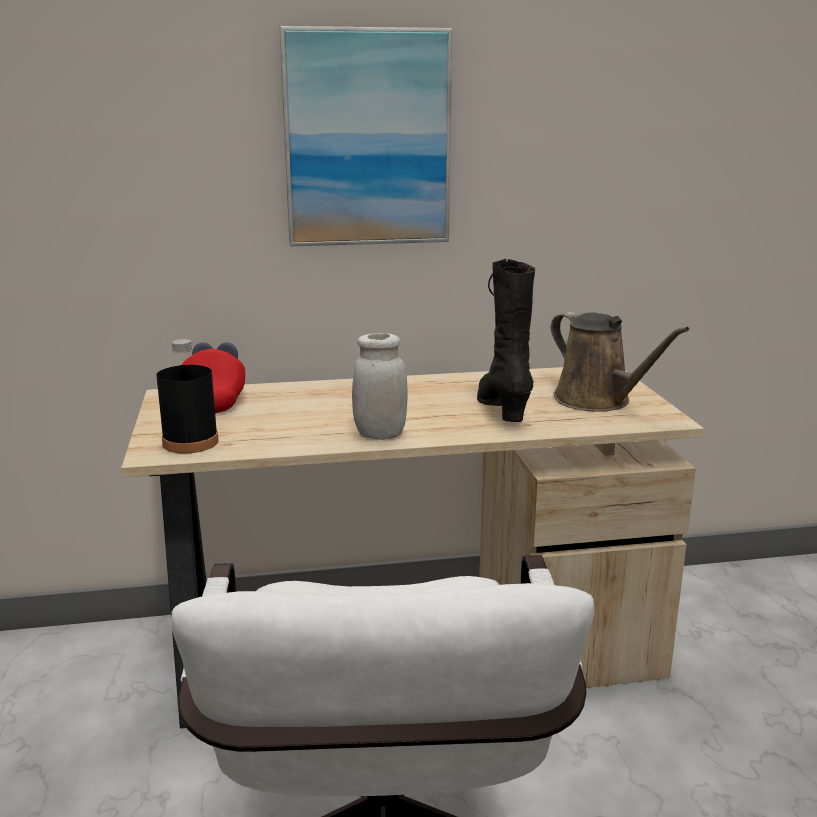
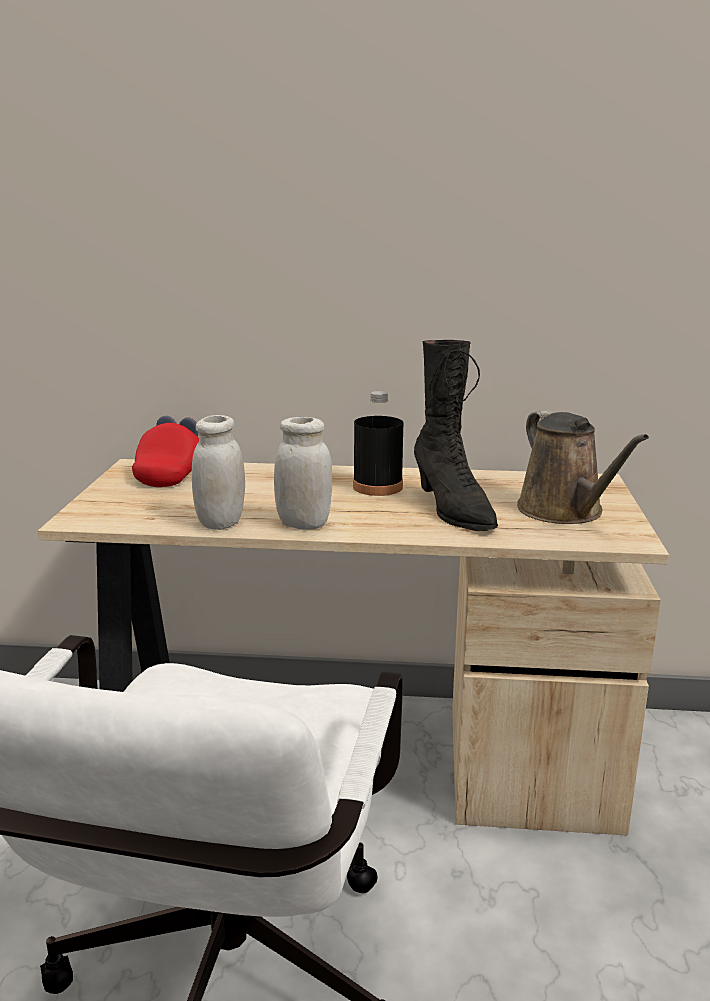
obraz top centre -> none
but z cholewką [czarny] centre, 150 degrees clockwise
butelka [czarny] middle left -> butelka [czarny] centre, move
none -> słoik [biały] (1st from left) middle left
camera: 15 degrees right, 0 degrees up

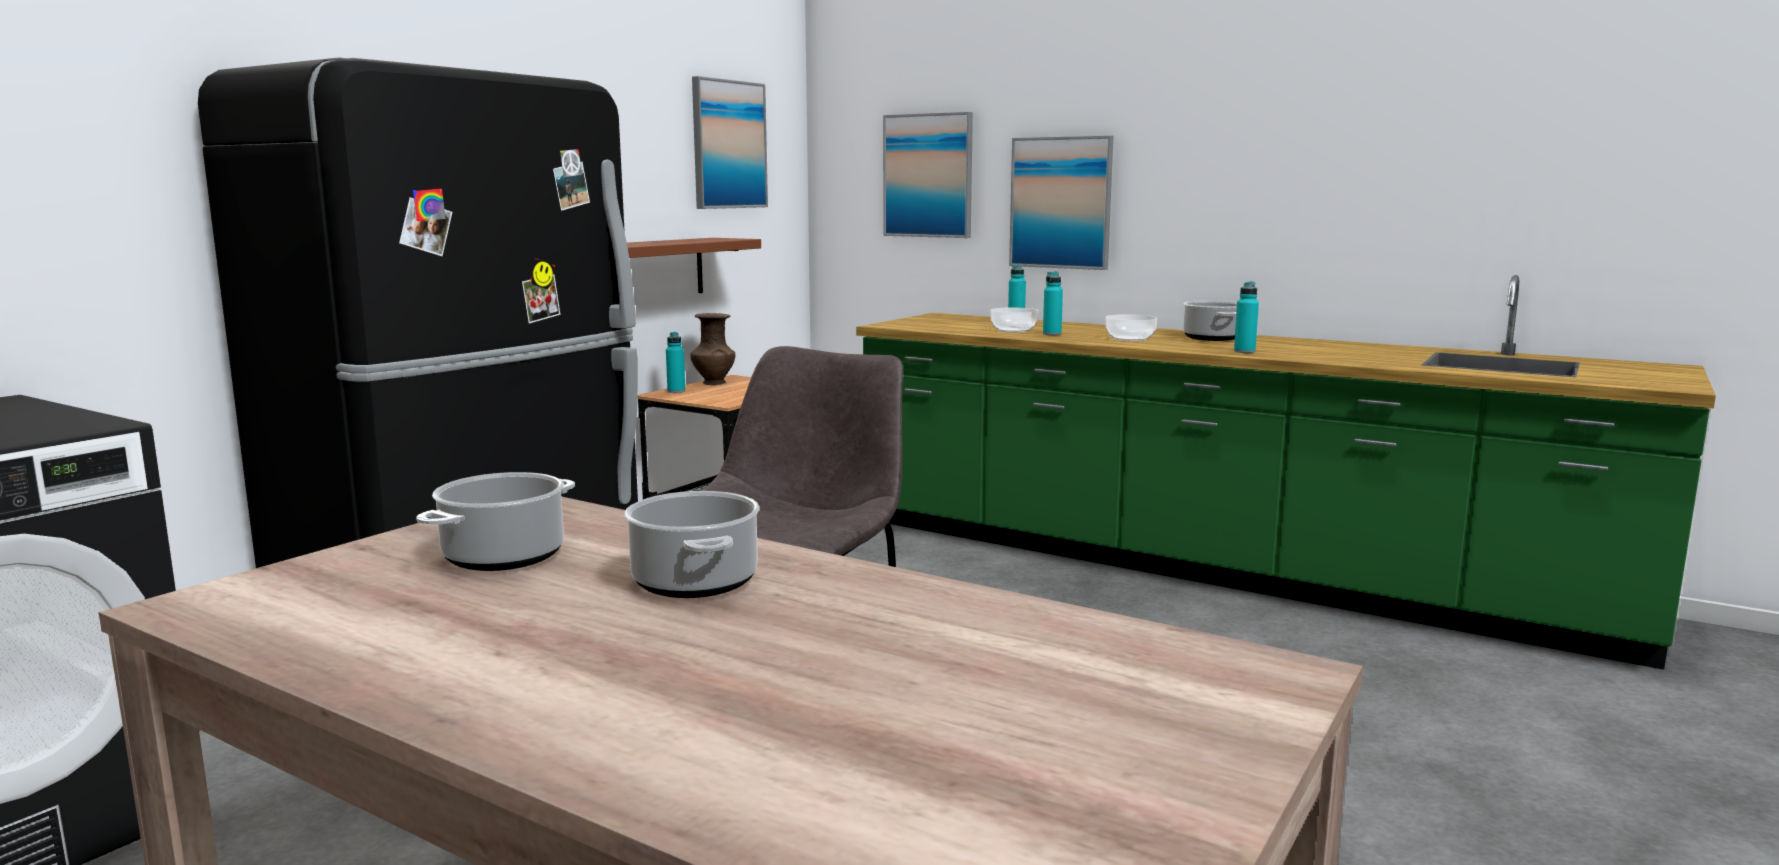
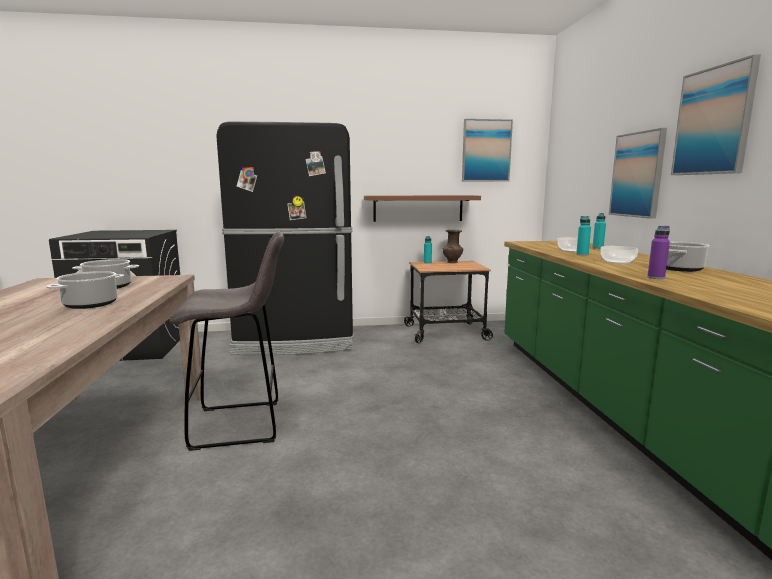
obraz (2nd from left in the first image) top centre -> obraz (3rd from left) top right, move
butelka [turkusowy] (4th from left) middle right -> butelka [fioletowy] middle right
camera: 50 degrees right, 0 degrees up

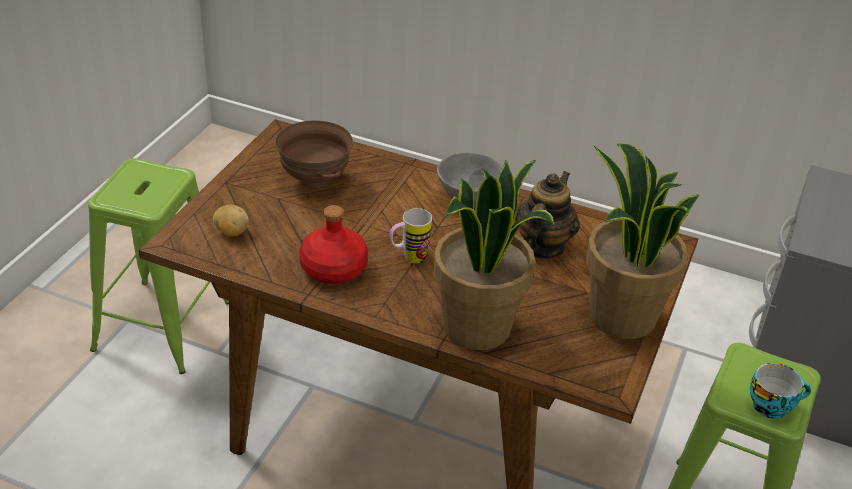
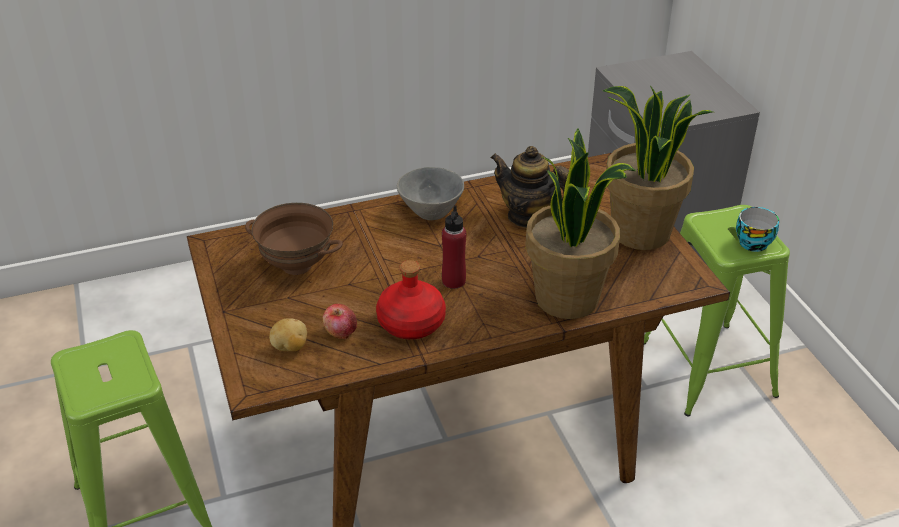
imbryk centre, 45 degrees counterclockwise
kubek centre -> butelka [czerwony] (2nd from left) centre
none -> jabłko centre
camera: 40 degrees left, 0 degrees up

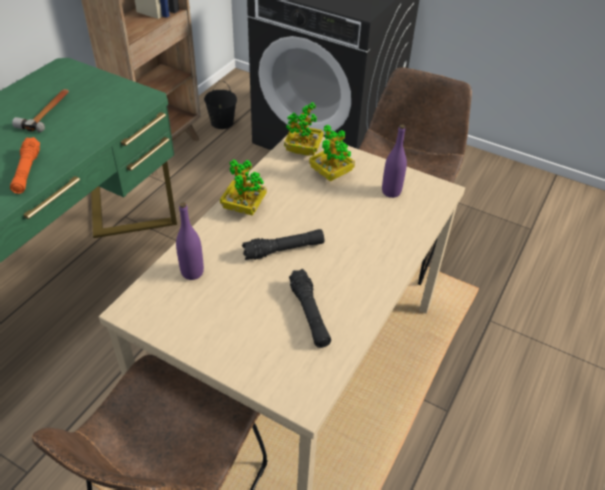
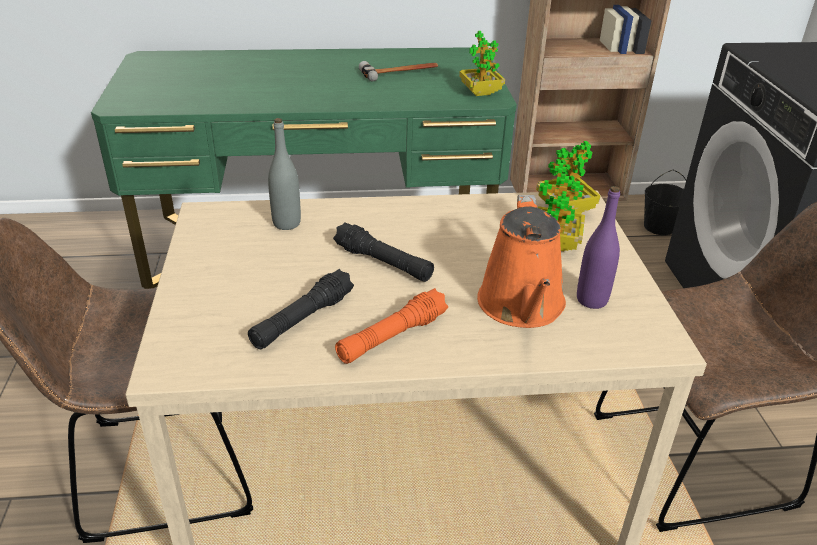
latarka [pomarańczowy] middle left -> latarka [pomarańczowy] centre, move
roślina doniczkowa (1st from left) centre -> roślina doniczkowa (1st from left) top centre, move
butelka [fioletowy] (1st from left) middle left -> butelka [szary] top centre
none -> konewka [pomarańczowy] centre
camera: 55 degrees right, 10 degrees down

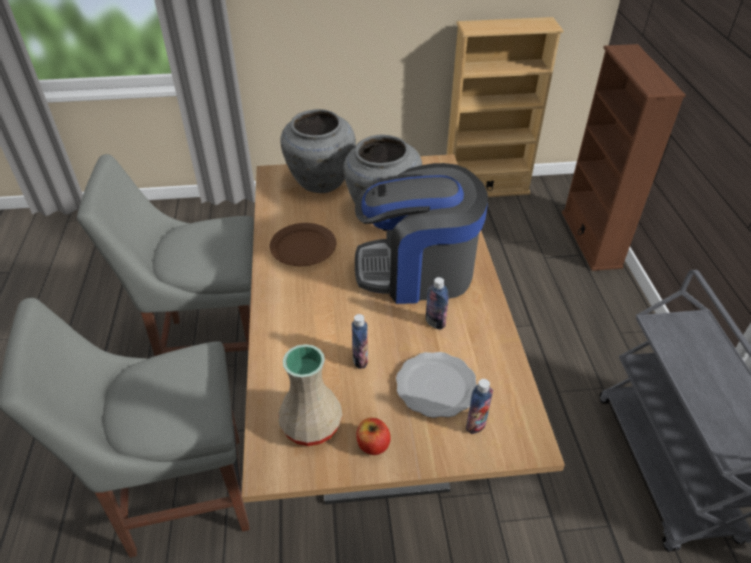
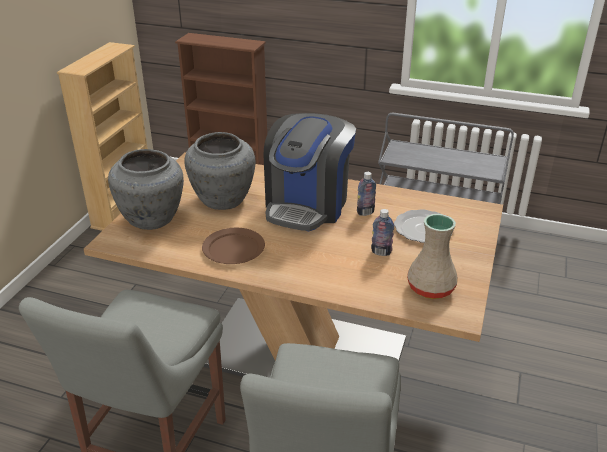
butelka (3rd from left) bottom centre -> none
jabłko bottom centre -> none
camera: 65 degrees left, 10 degrees down

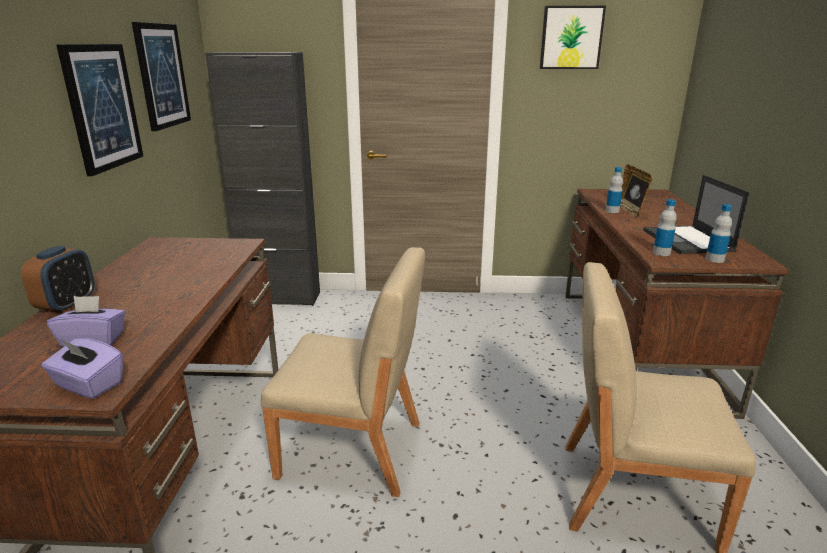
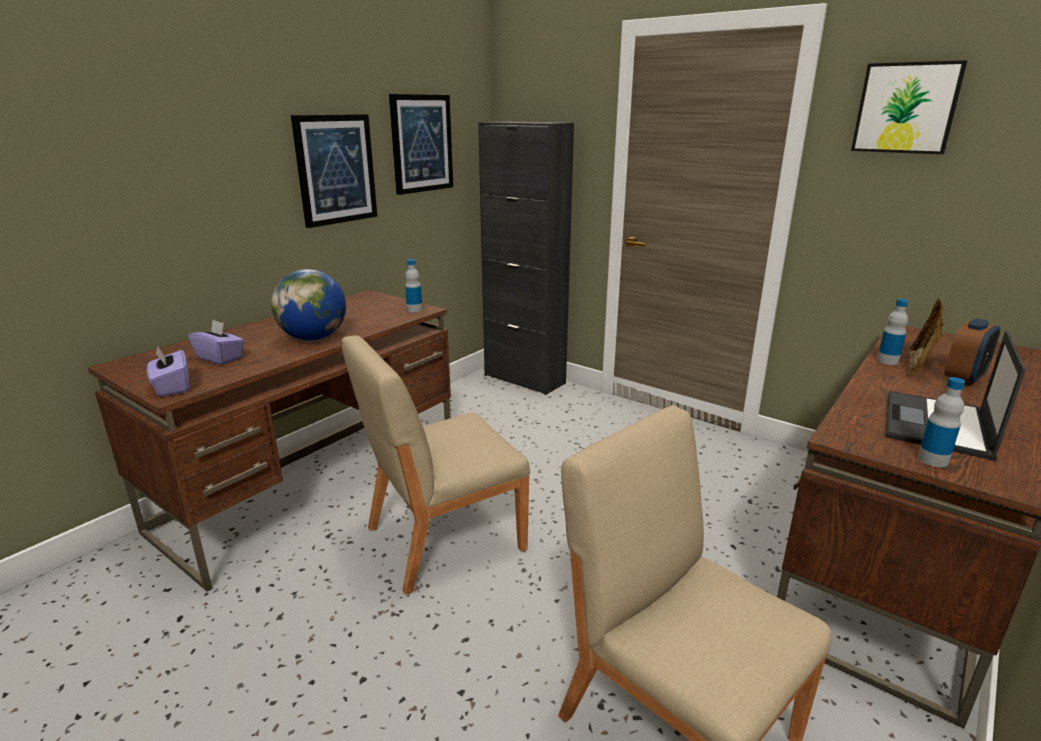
butelka (2nd from left in the first image) middle right -> butelka (1st from left) centre, move
budzik middle left -> budzik middle right, move
krzesło [beżowy] (1st from left) bottom centre -> krzesło [beżowy] (1st from left) centre, 105 degrees clockwise
none -> globus middle left
camera: 35 degrees right, 0 degrees up

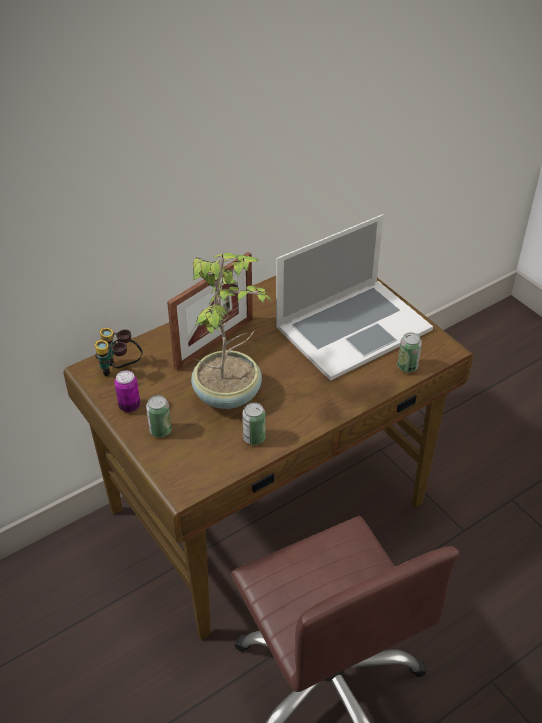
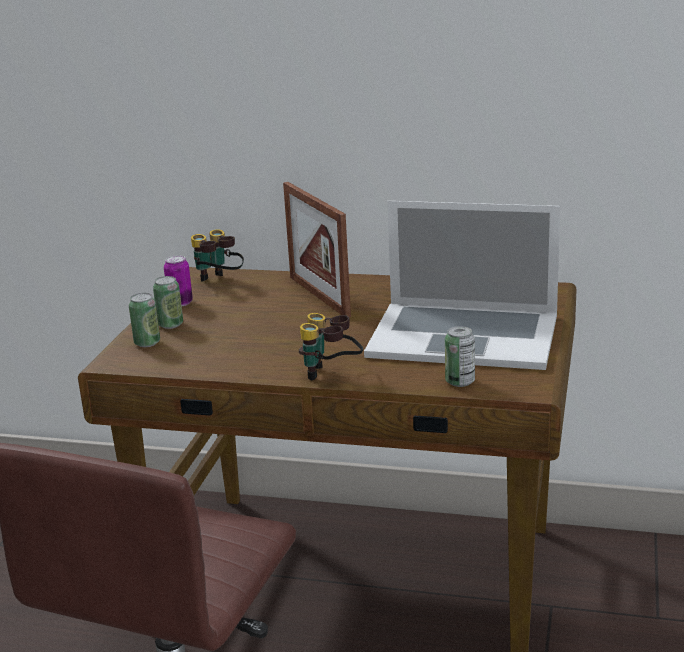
ramka na zdjęcie centre, 60 degrees clockwise
roślina doniczkowa centre -> none
puszka (3rd from left in the first image) centre -> puszka (1st from left) middle left, move
none -> lornetka (2nd from left) centre
camera: 50 degrees right, 20 degrees down

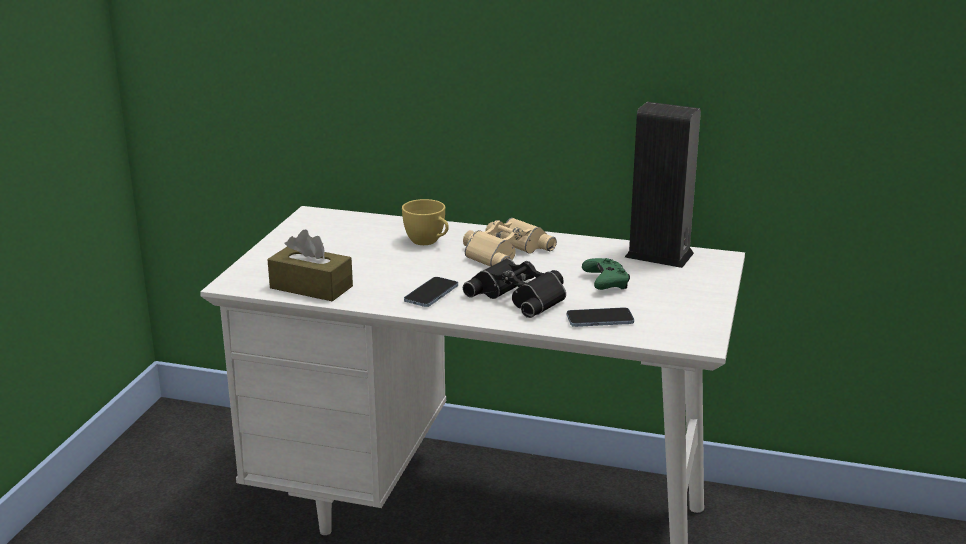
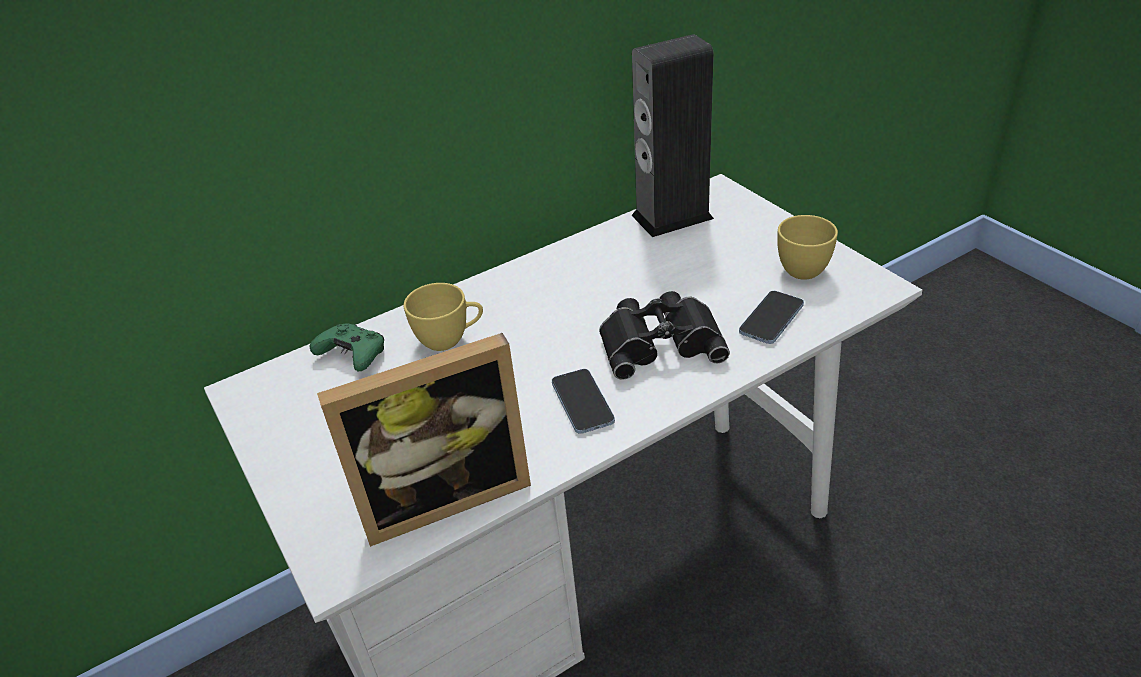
lornetka [beżowy] centre -> none
pudełko chusteczek [brązowy] middle left -> ramka na zdjęcie centre
pad do gier [zielony] centre -> pad do gier [zielony] middle left, move
none -> filiżanka [żółty] (2nd from left) middle right
camera: 45 degrees left, 15 degrees up

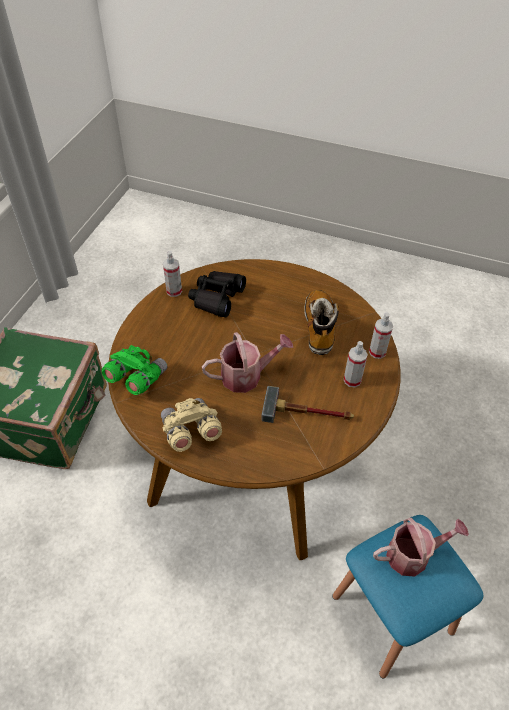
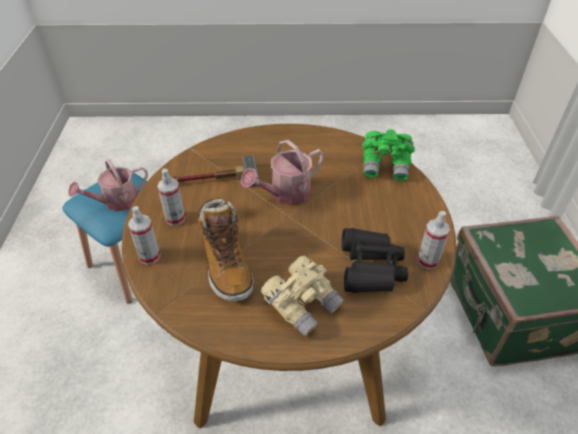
lornetka [beżowy] centre -> lornetka [beżowy] bottom centre, move
camera: 160 degrees right, 5 degrees down

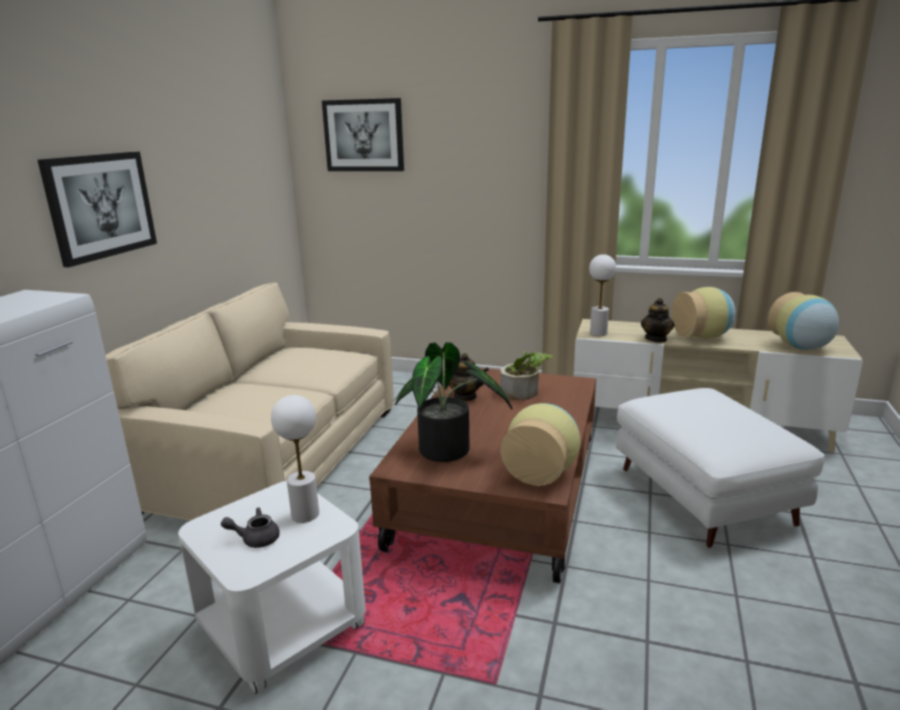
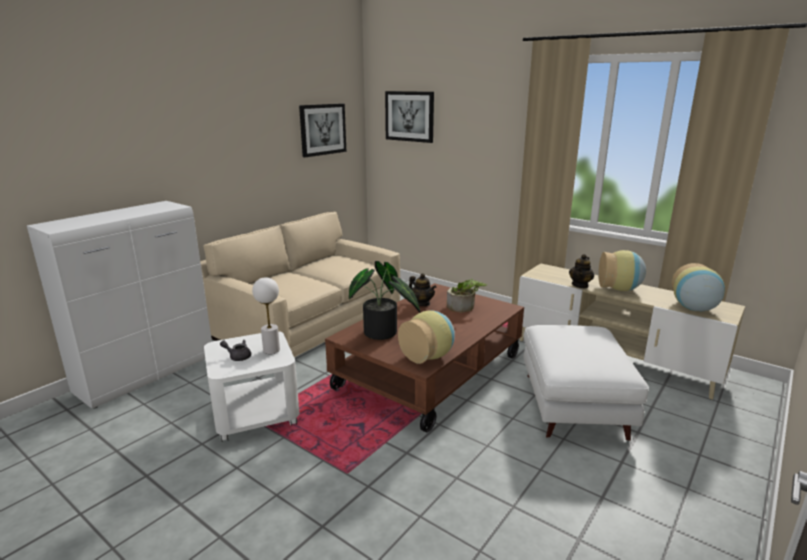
obraz (1st from left) top left -> obraz (1st from left) top centre, move
lampa stołowa [biały] (2nd from left) middle right -> none
camera: 20 degrees right, 0 degrees up

